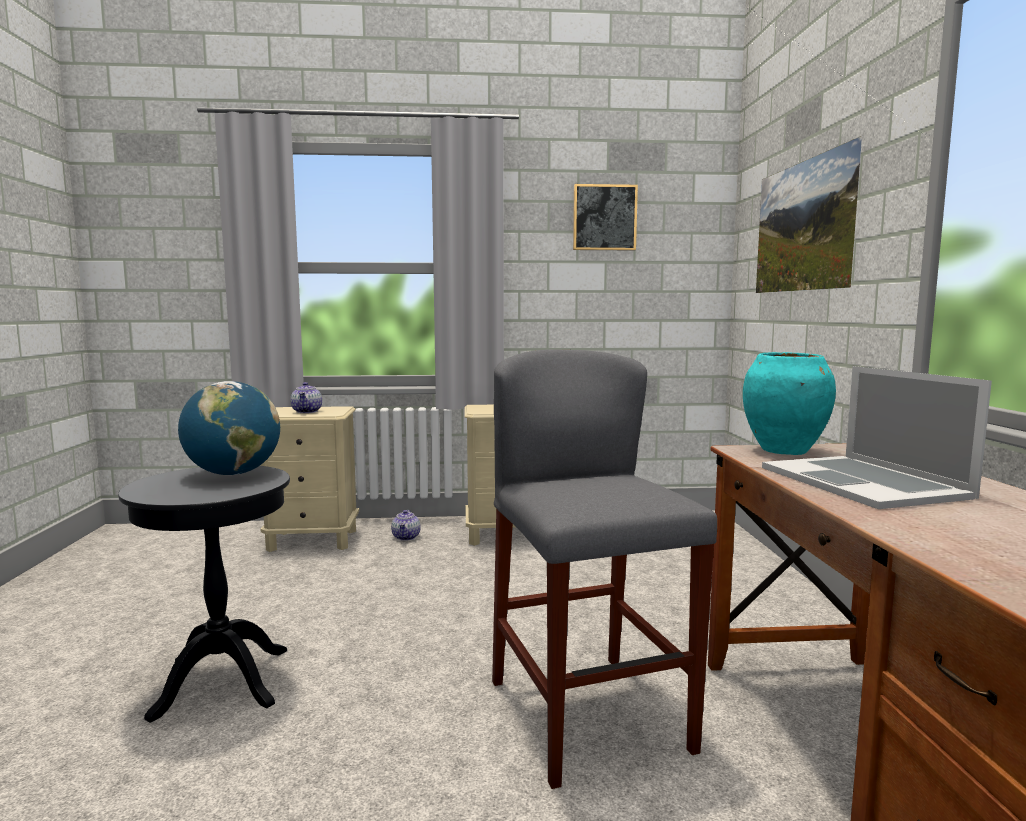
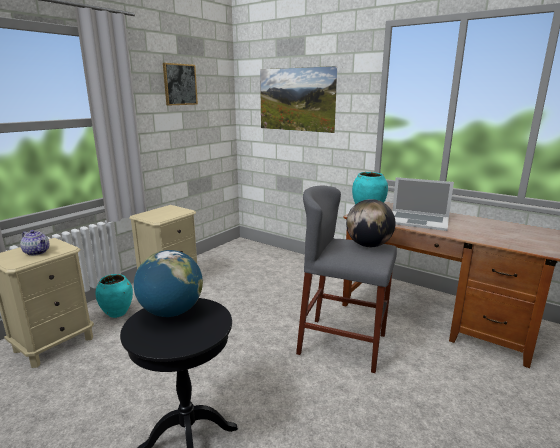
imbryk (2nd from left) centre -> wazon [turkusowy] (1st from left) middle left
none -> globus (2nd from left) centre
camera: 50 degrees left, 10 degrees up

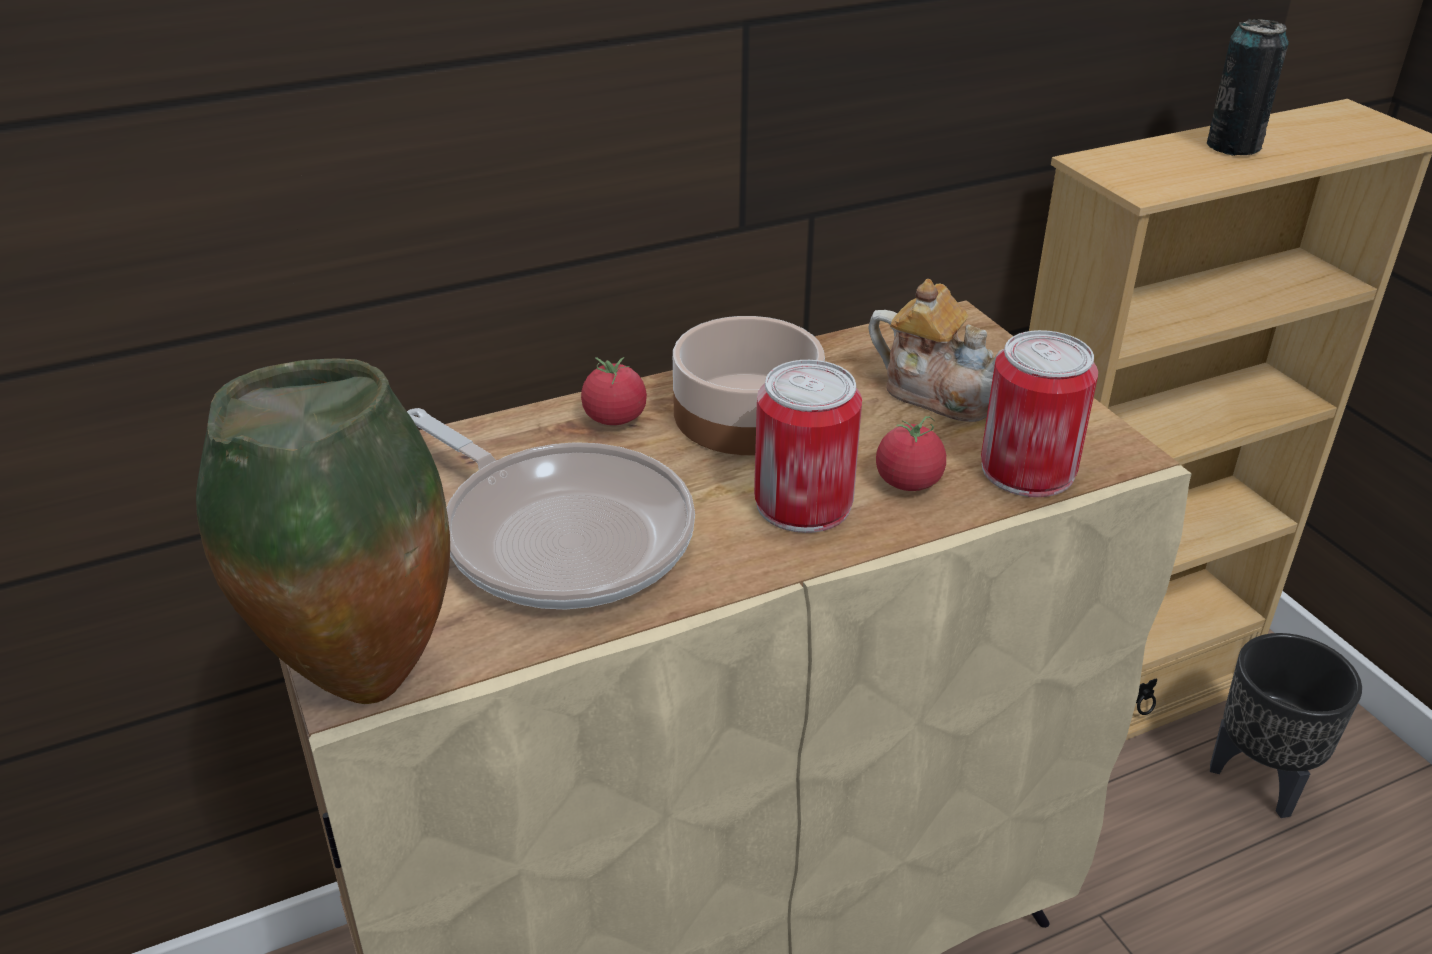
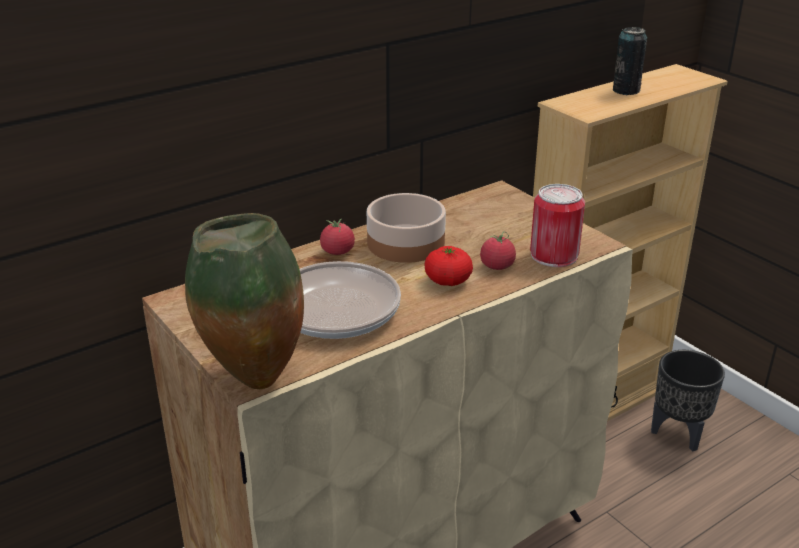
imbryk centre -> none
puszka (1st from left) centre -> pomidor (2nd from left) centre
camera: 10 degrees left, 5 degrees down

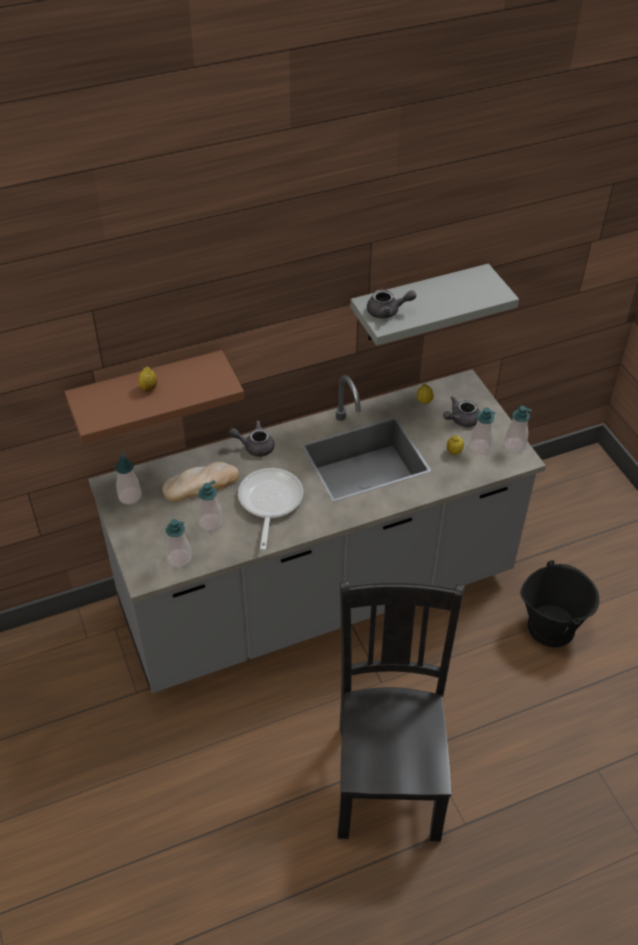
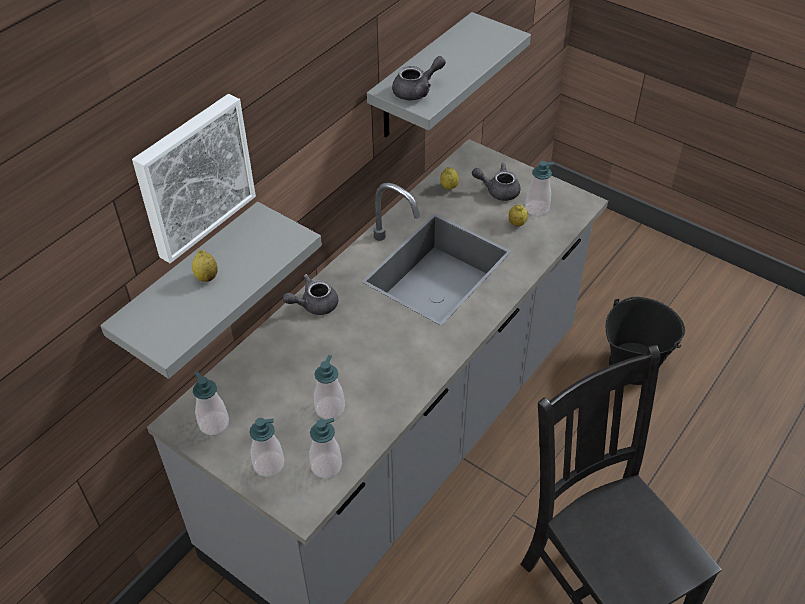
półka [brązowy] middle left -> półka [szary] (1st from left) middle left
imbryk [szary] (3rd from left) middle right -> imbryk [szary] (3rd from left) top centre, 75 degrees clockwise
dozownik mydła (5th from left in the first image) middle right -> dozownik mydła (2nd from left) bottom left, move
chleb middle left -> none
patelnia centre -> none
none -> obraz top left
camera: 30 degrees left, 0 degrees up

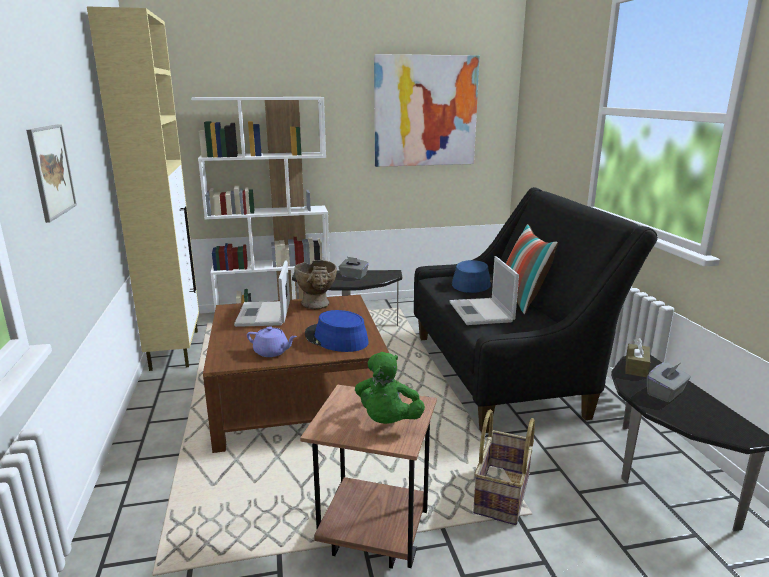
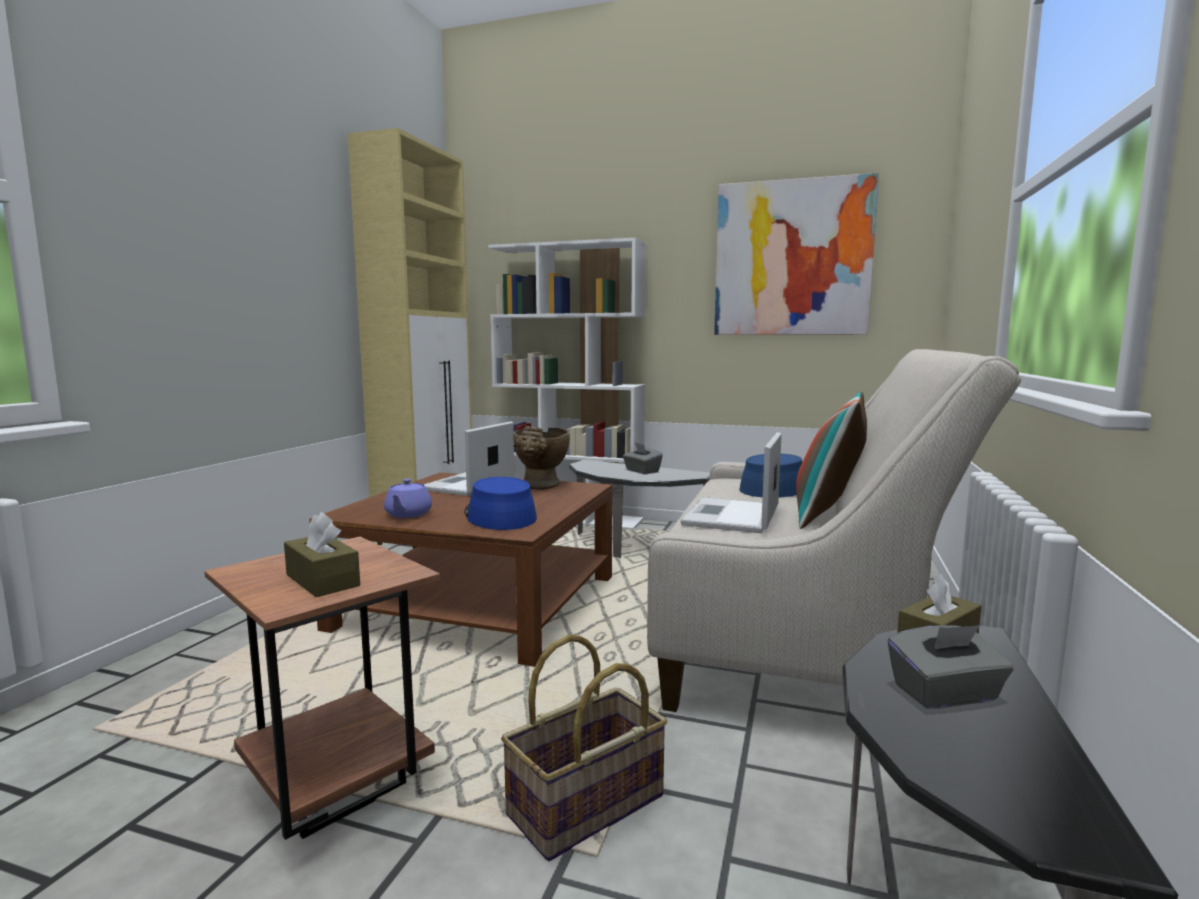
obraz (1st from left) top left -> none
kanapa [czarny] middle right -> kanapa [beżowy] middle right
imbryk [fioletowy] centre, 45 degrees clockwise
pluszak [zielony] bottom centre -> pudełko chusteczek [brązowy] (1st from left) middle left
camera: 30 degrees right, 10 degrees down

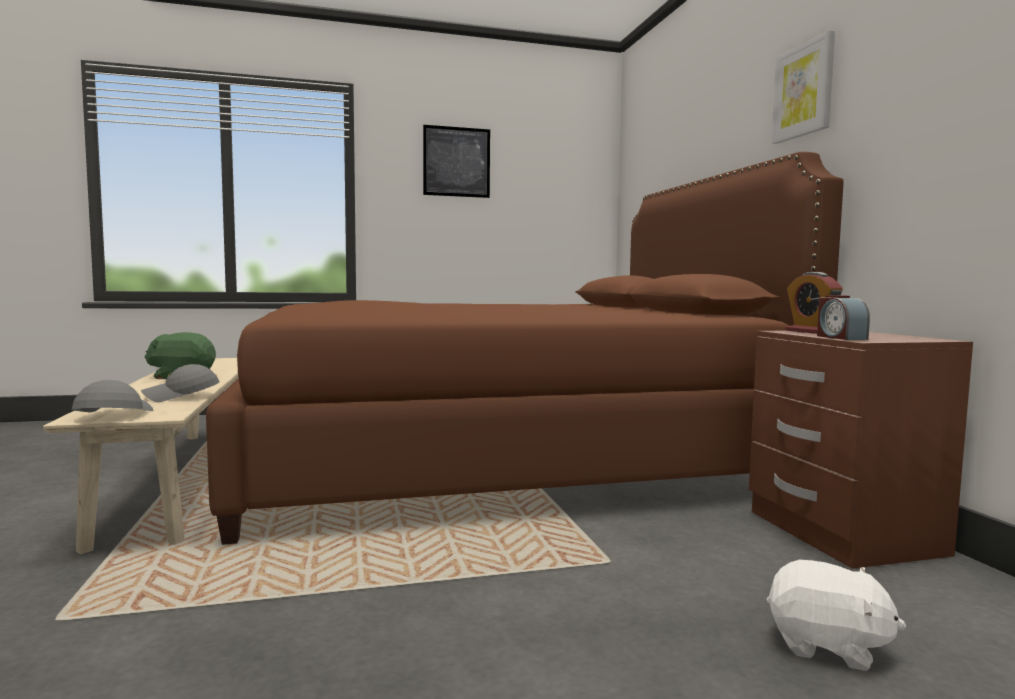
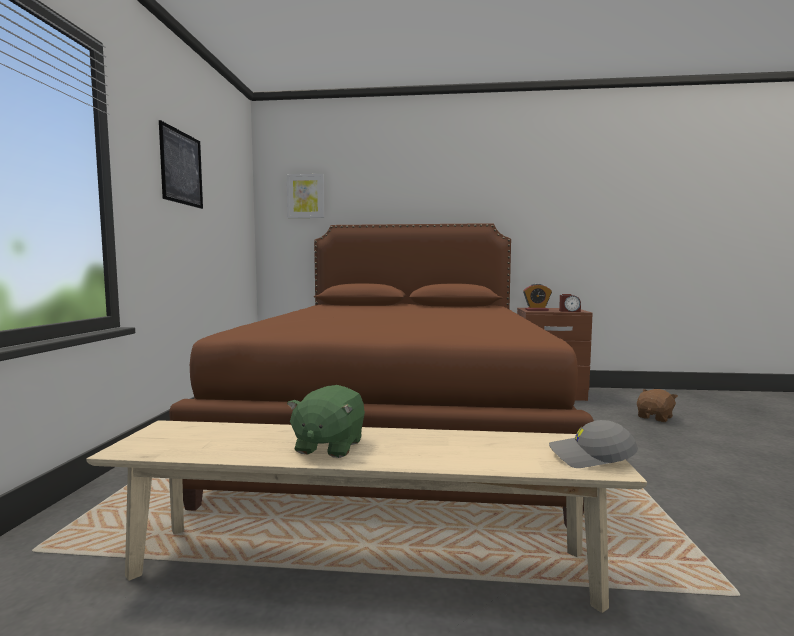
obraz (2nd from left) top right -> obraz (2nd from left) top centre, move
czapka z daszkiem [szary] (2nd from left) middle left -> none
pluszak [biały] bottom right -> pluszak [brązowy] middle right
camera: 70 degrees left, 0 degrees up

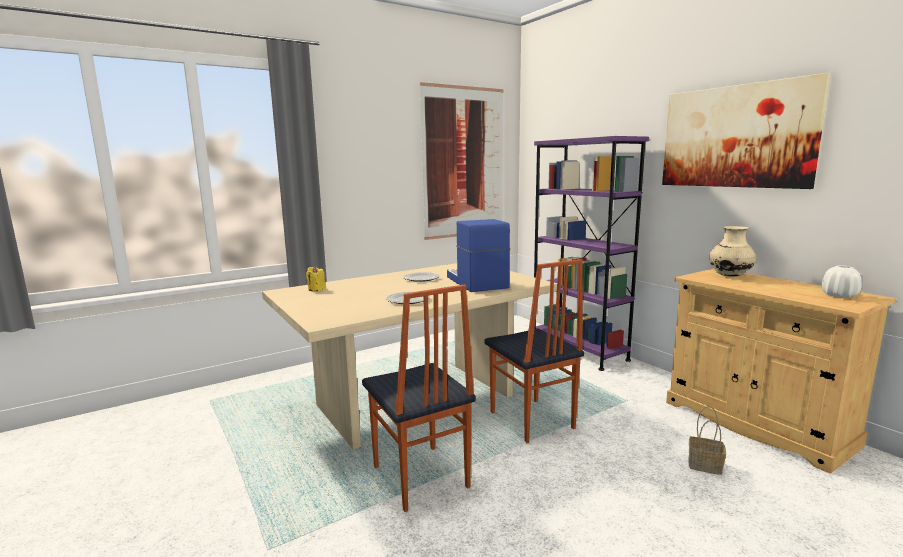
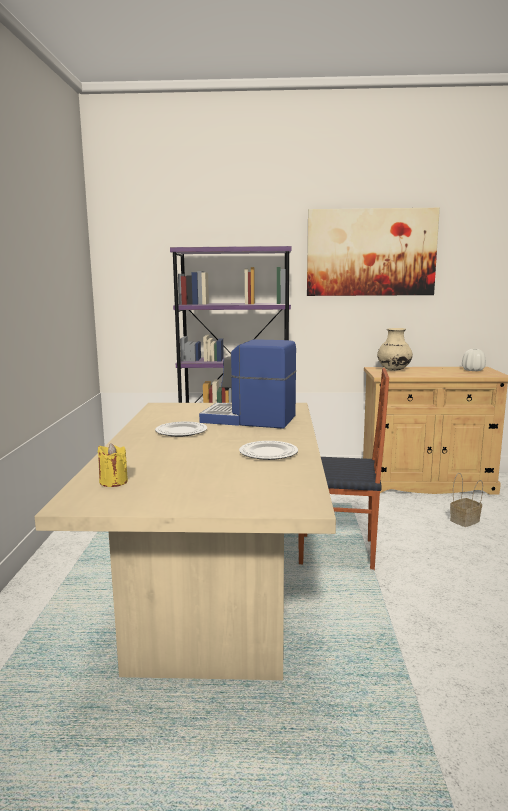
obraz (1st from left) top centre -> none
krzesło (1st from left) bottom centre -> none
camera: 55 degrees left, 0 degrees up

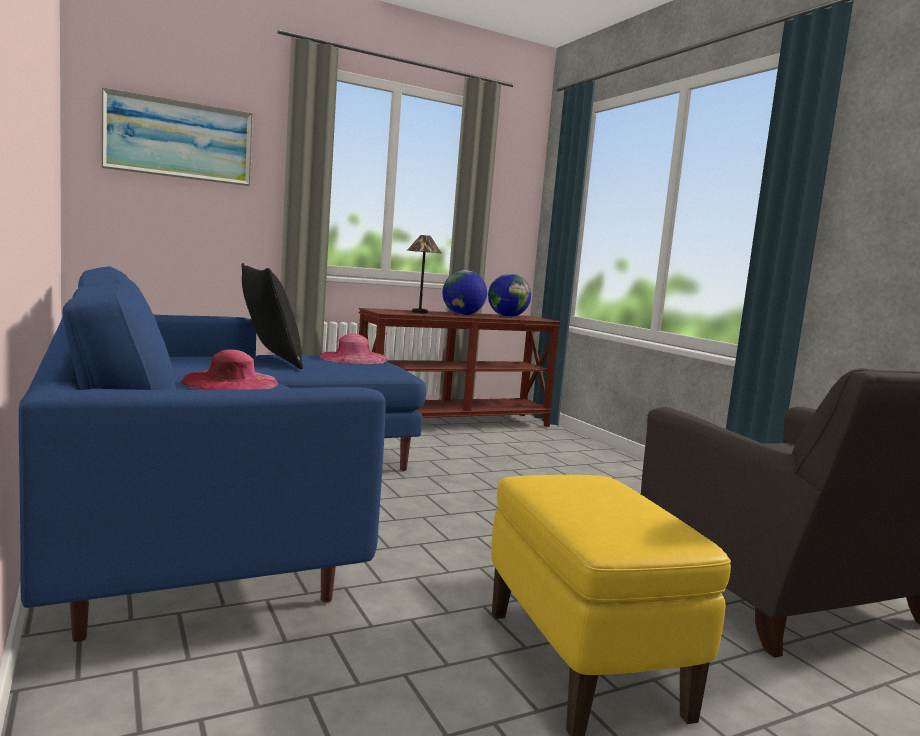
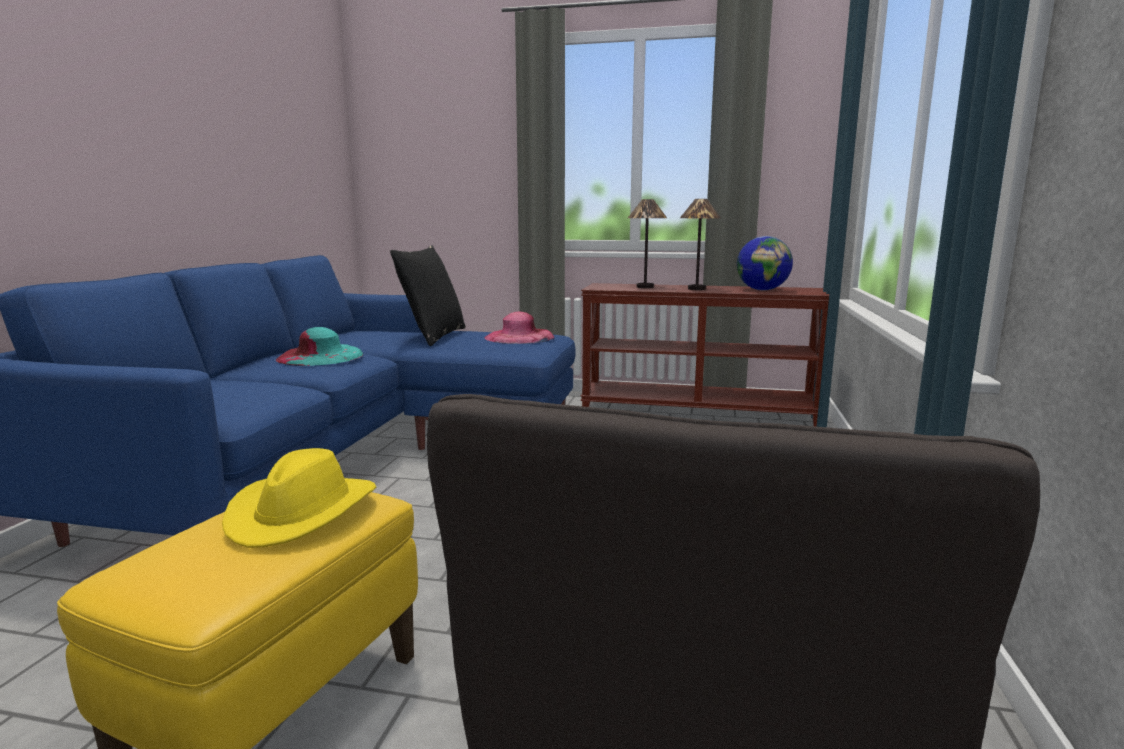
obraz top left -> none
globus (1st from left) centre -> lampa stołowa (2nd from left) top centre
kapelusz [różowy] (1st from left) middle left -> kapelusz [turkusowy] middle left
none -> kapelusz [żółty] middle left
camera: 40 degrees right, 5 degrees up

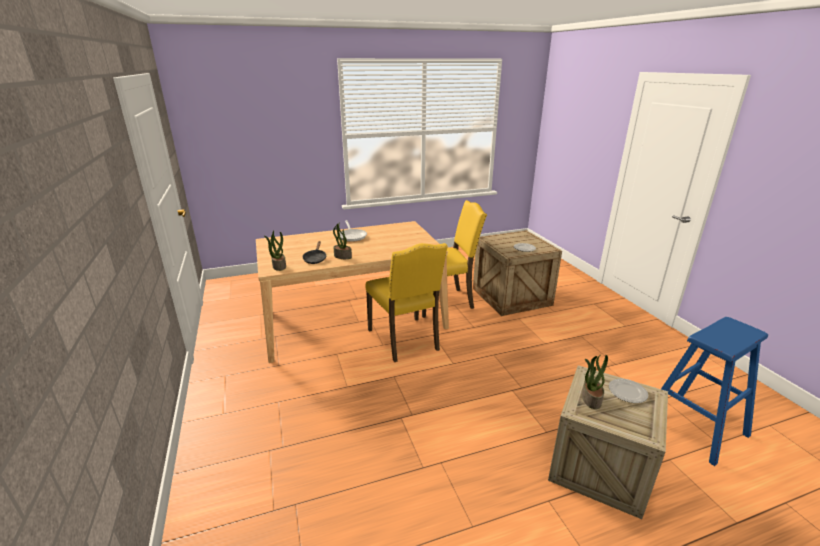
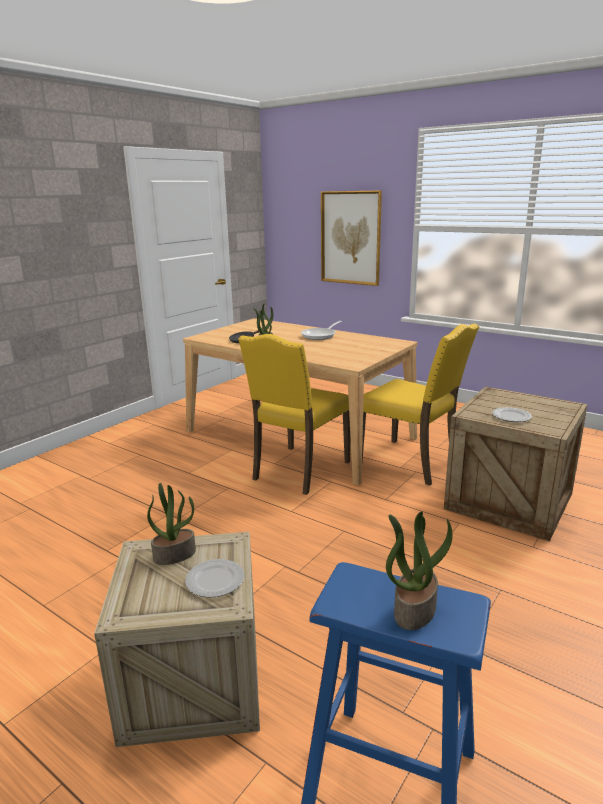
roślina doniczkowa (1st from left in the first image) centre -> roślina doniczkowa (3rd from left) bottom right, move
none -> obraz top centre
camera: 55 degrees right, 5 degrees down

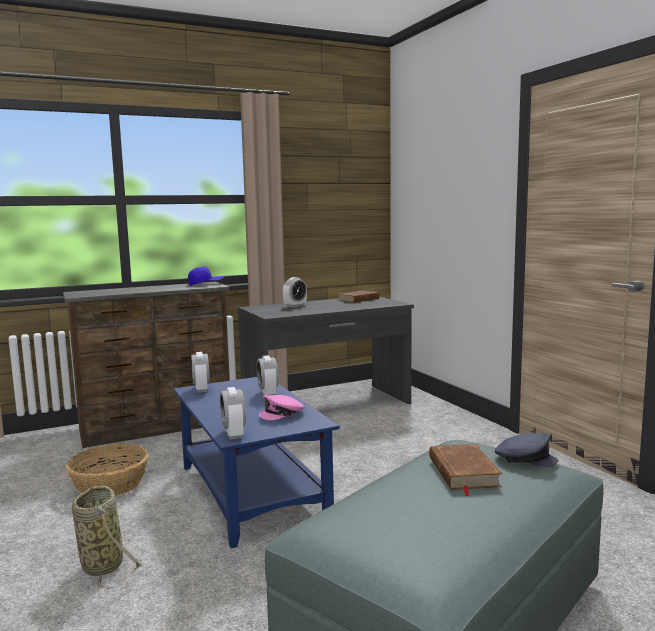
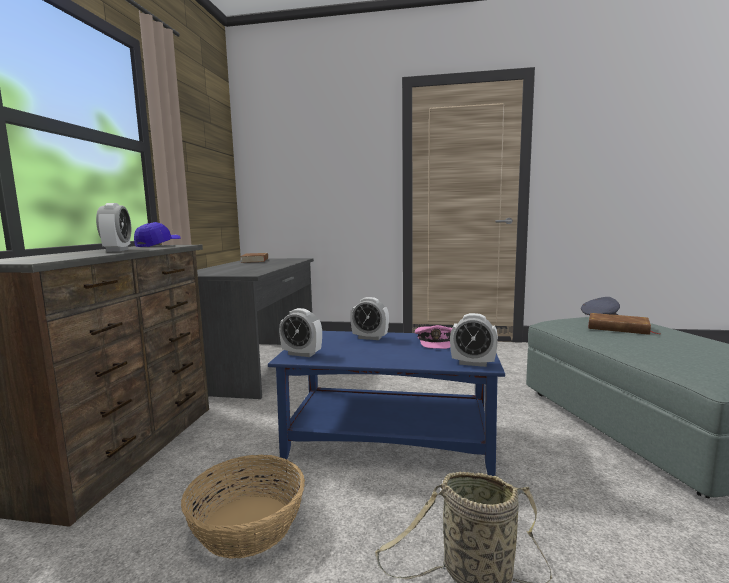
budzik (4th from left in the first image) centre -> budzik (1st from left) middle left, move
camera: 55 degrees left, 0 degrees up

